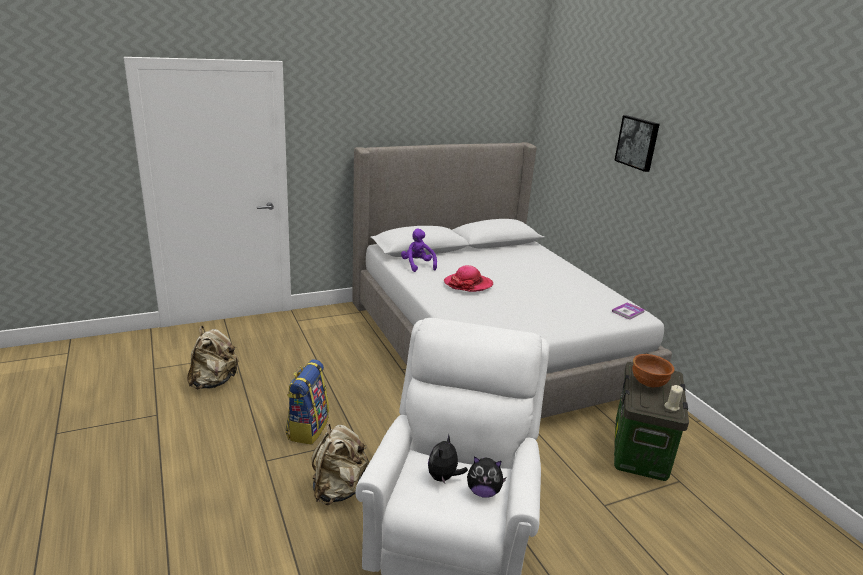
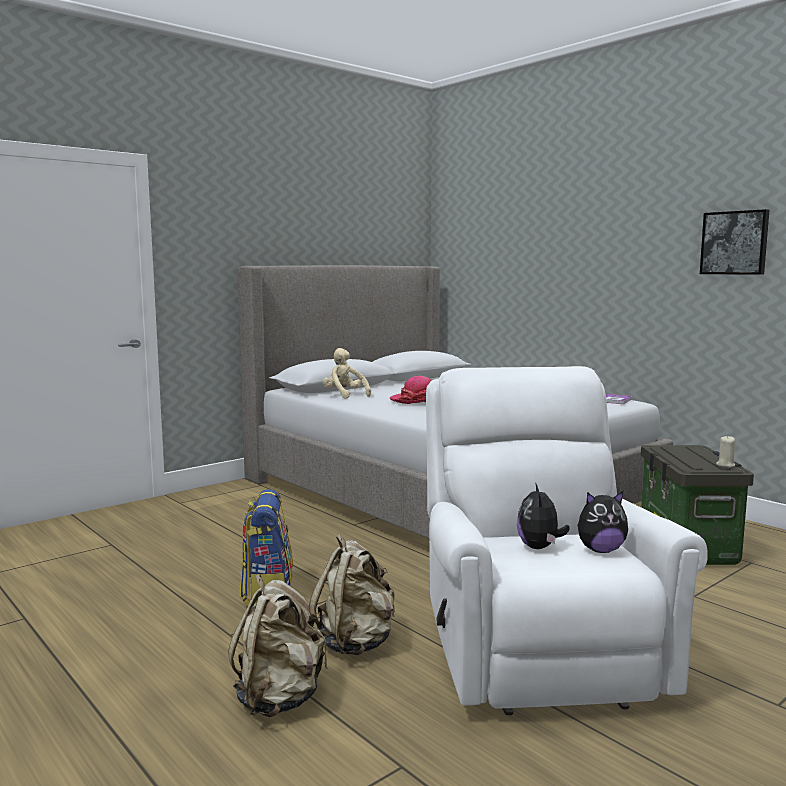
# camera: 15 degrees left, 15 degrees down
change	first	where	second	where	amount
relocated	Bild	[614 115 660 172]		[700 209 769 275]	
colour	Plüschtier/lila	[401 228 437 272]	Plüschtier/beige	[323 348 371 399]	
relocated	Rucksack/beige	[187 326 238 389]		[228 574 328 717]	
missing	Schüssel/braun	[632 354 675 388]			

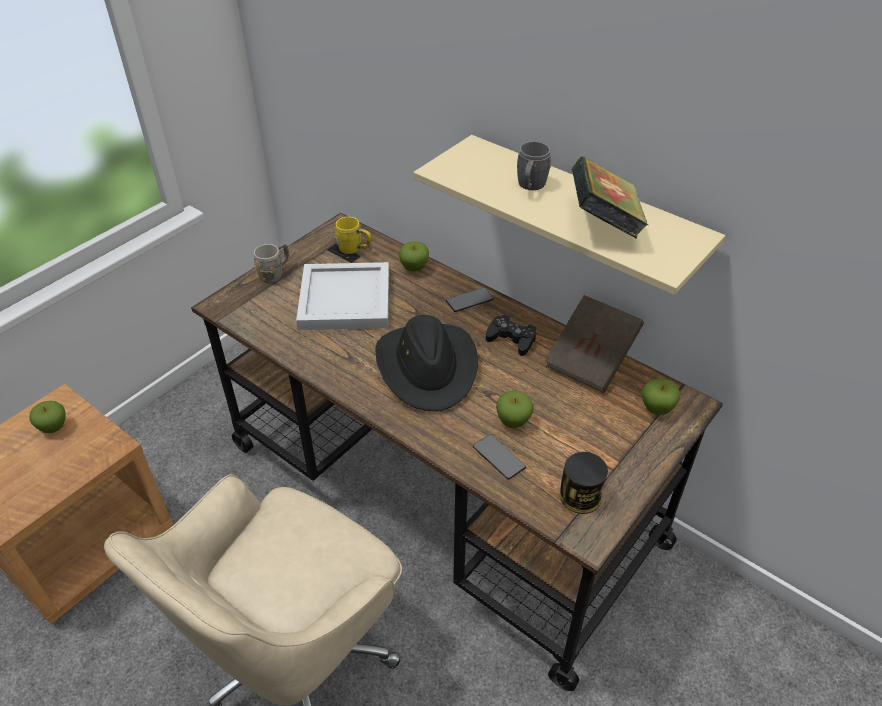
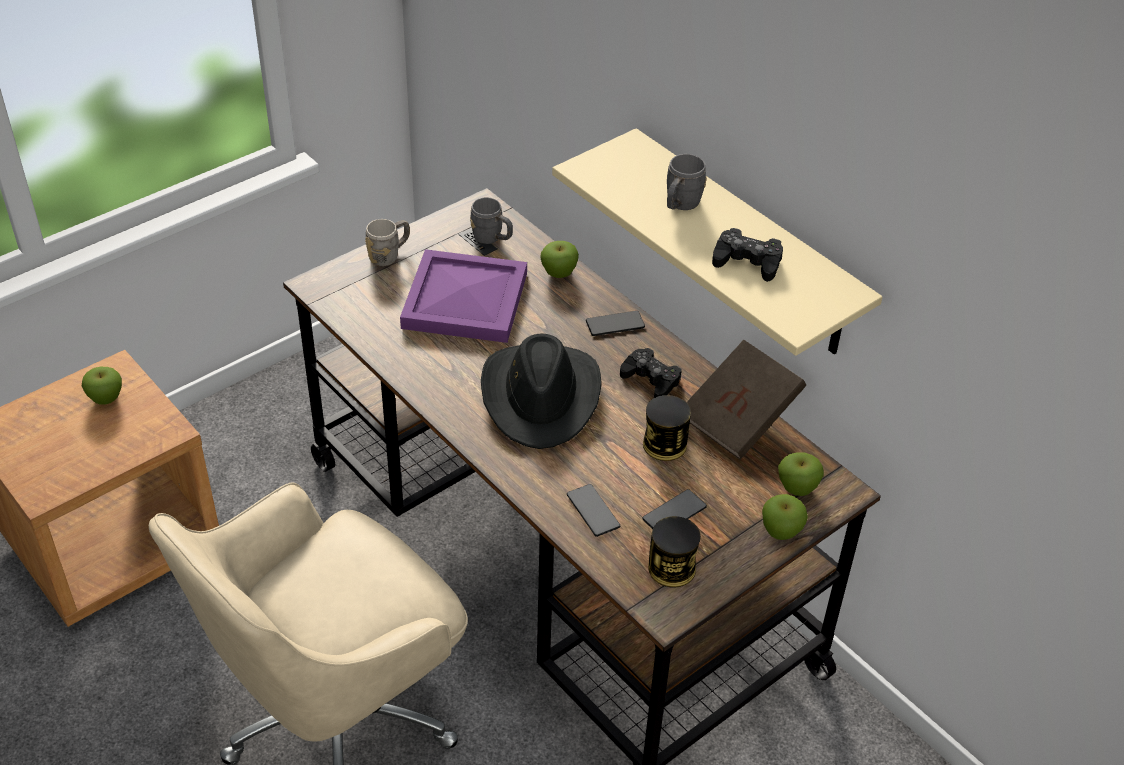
# camera: 10 degrees right, 0 degrees up
change	first	where	second	where	amount
exchanged	Buch	[572 156 648 239]	Gamepad/schwarz	[712 228 783 282]	
colour	Henkelbecher/gelb	[335 217 372 254]	Henkelbecher/grau	[470 197 513 244]	
colour	Tablett/weiß	[296 262 389 330]	Tablett/lila	[400 249 527 343]	
relocated	Apfel	[496 390 534 428]		[762 494 808 540]	
appeared			Dose	[643 395 691 461]	
appeared			Handy	[642 489 707 529]	

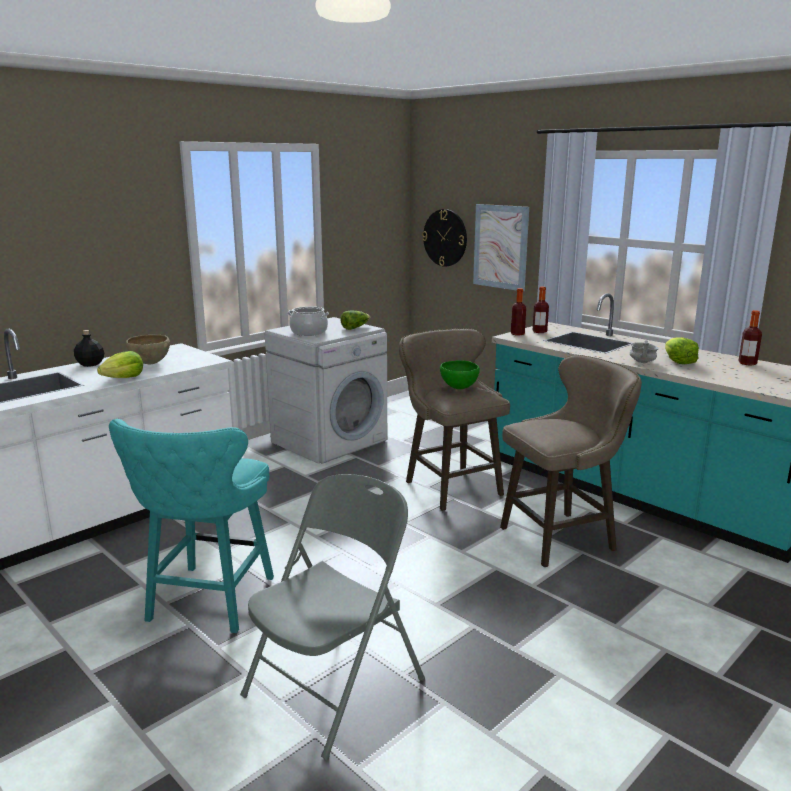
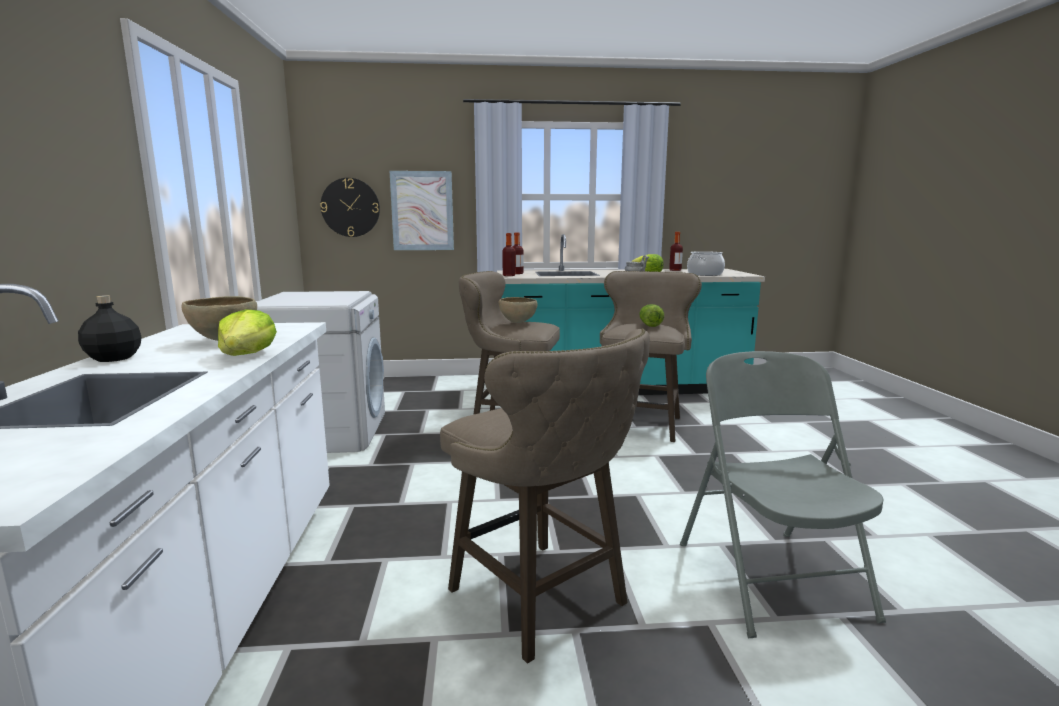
# camera: 50 degrees left, 5 degrees down
change	first	where	second	where	amount
relocated	Kochtopf	[288 306 329 336]		[687 251 725 276]	
relocated	Salatkopf	[340 311 370 330]		[640 304 664 327]	
colour	Schüssel/grün	[440 360 480 389]	Schüssel/braun	[499 297 537 323]	
colour	Hocker/türkis	[109 419 274 633]	Hocker/beige	[440 329 650 664]	

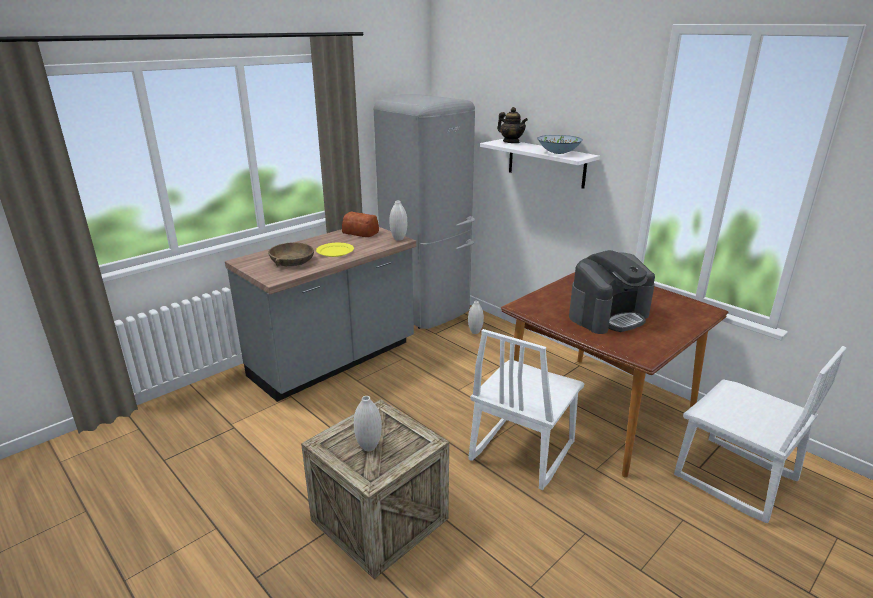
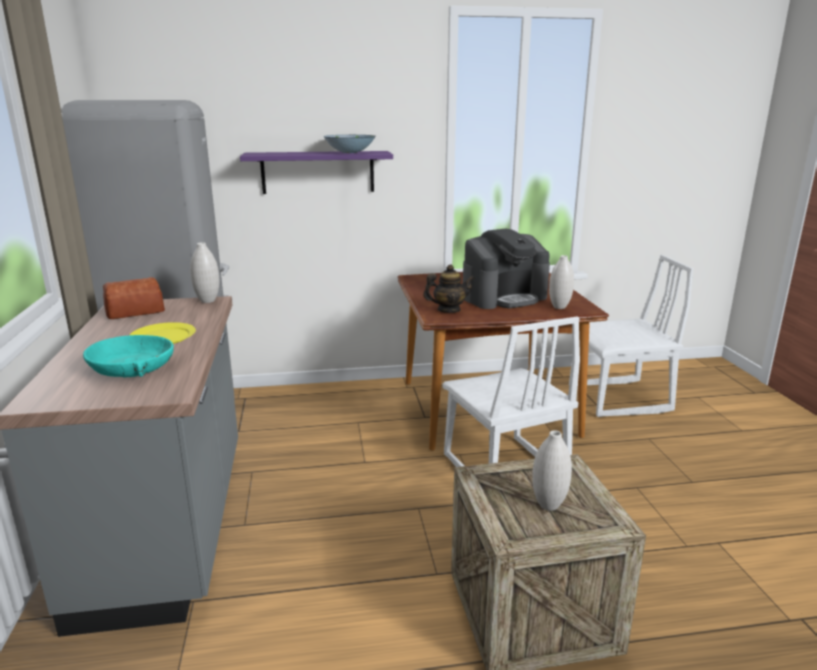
# camera: 55 degrees left, 5 degrees down
change	first	where	second	where	amount
relocated	Teekanne	[497 107 528 143]		[423 264 475 313]	
colour	Wandregal/weiß	[480 139 600 189]	Wandregal/lila	[240 151 393 194]	
colour	Schüssel/braun	[268 242 314 266]	Schüssel/türkis	[83 335 174 377]	
spun	Kaffeemaschine	[569 250 655 334]		[463 229 550 309]	60 degrees clockwise
relocated	Vase/weiß	[468 301 484 334]		[549 255 574 309]	

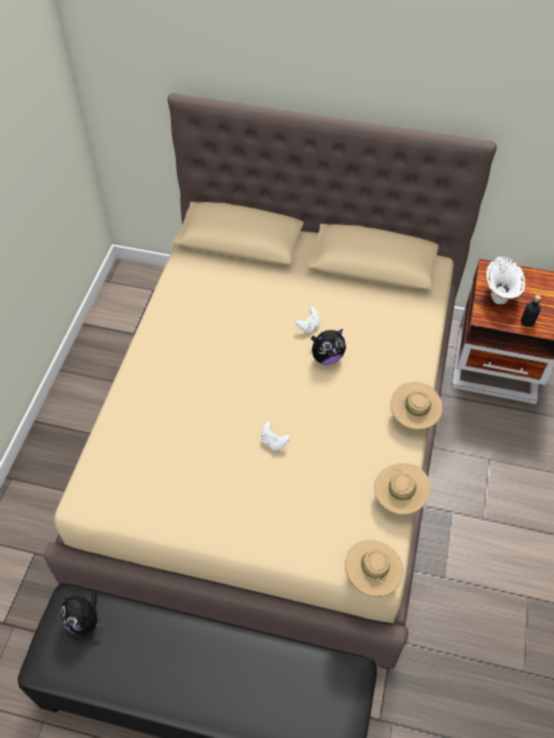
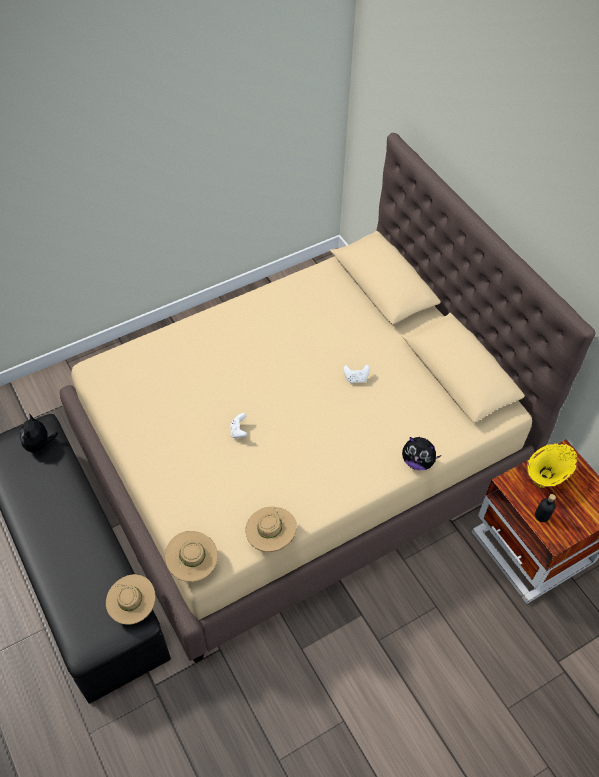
# camera: 45 degrees right, 0 degrees up
change	first	where	second	where	amount
colour	Vase/weiß	[486 257 525 304]	Vase/gelb	[527 443 577 488]	
relocated	Plüschtier	[311 329 346 365]		[402 437 441 470]	
relocated	Hut/beige	[391 382 443 430]		[106 574 156 625]	

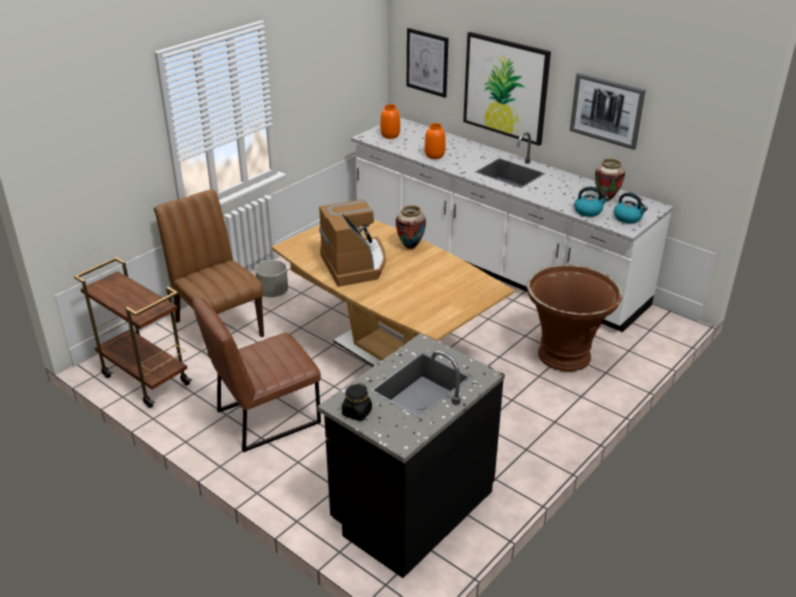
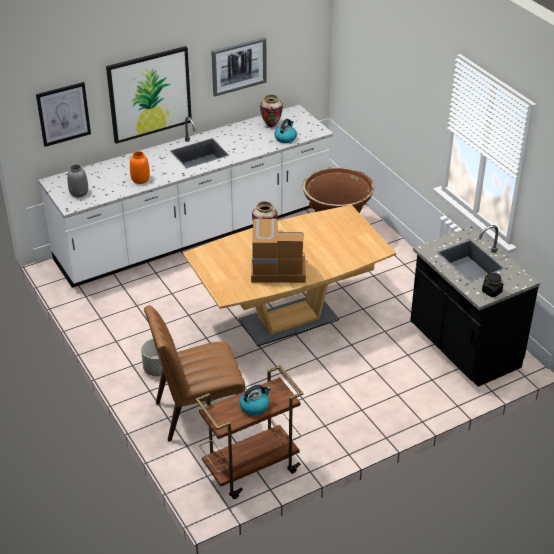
# camera: 70 degrees left, 5 degrees up
change	first	where	second	where	amount
colour	Vase/orange	[380 104 400 139]	Vase/grau	[67 164 88 198]	
relocated	Wasserkessel	[614 192 648 223]		[239 385 271 415]	
missing	Stuhl/braun	[192 297 321 452]			

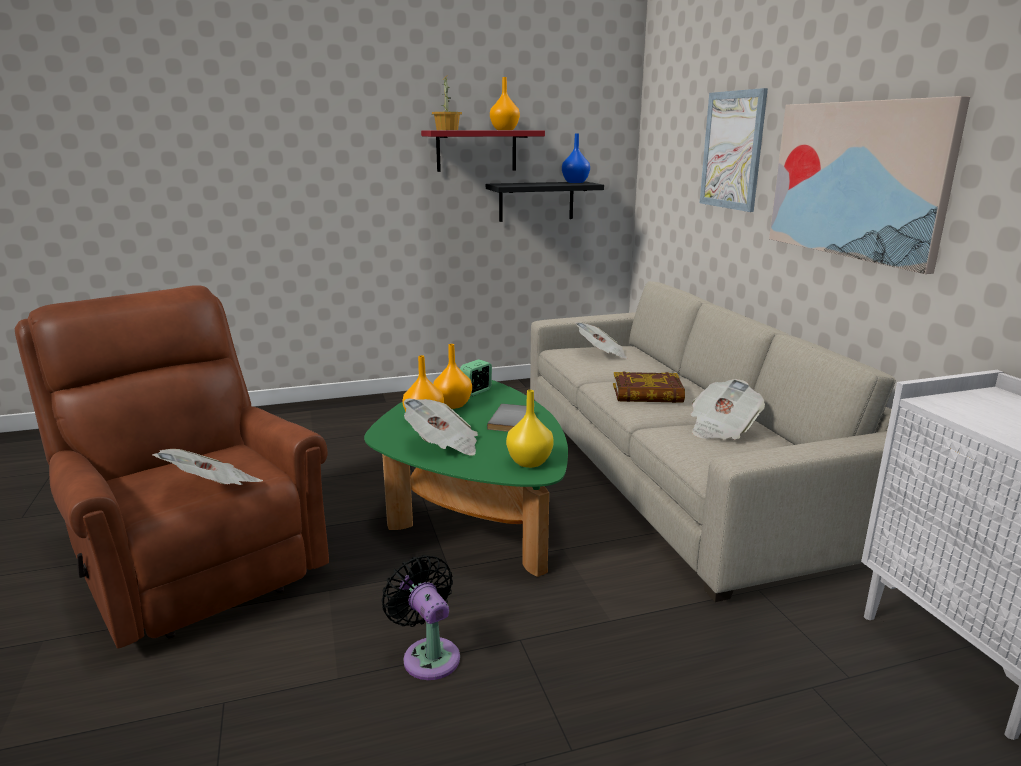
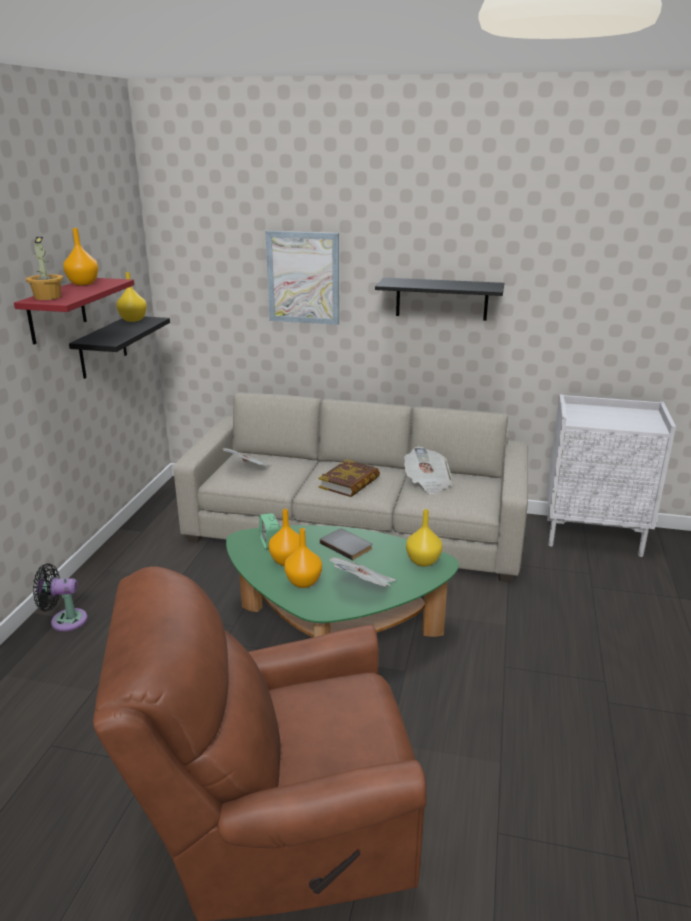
# camera: 60 degrees left, 5 degrees up
change	first	where	second	where	amount
exchanged	Bild	[769 96 970 274]	Wandregal/schwarz	[375 278 504 321]	
colour	Vase/blau	[562 133 590 183]	Vase/gelb	[117 272 147 322]	
missing	Zeitung	[152 449 263 485]			
relocated	Ventilator/schwarz	[382 555 460 680]		[33 563 88 631]	

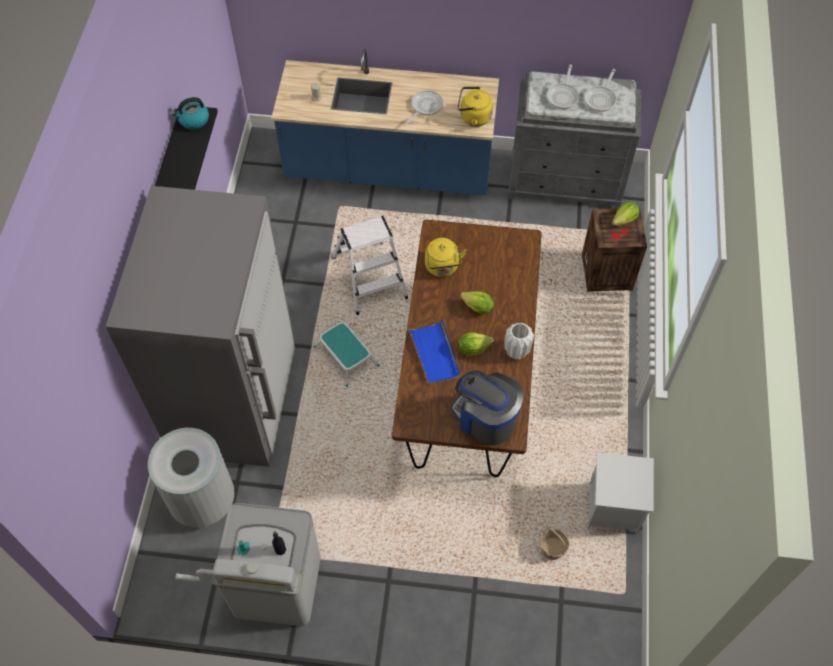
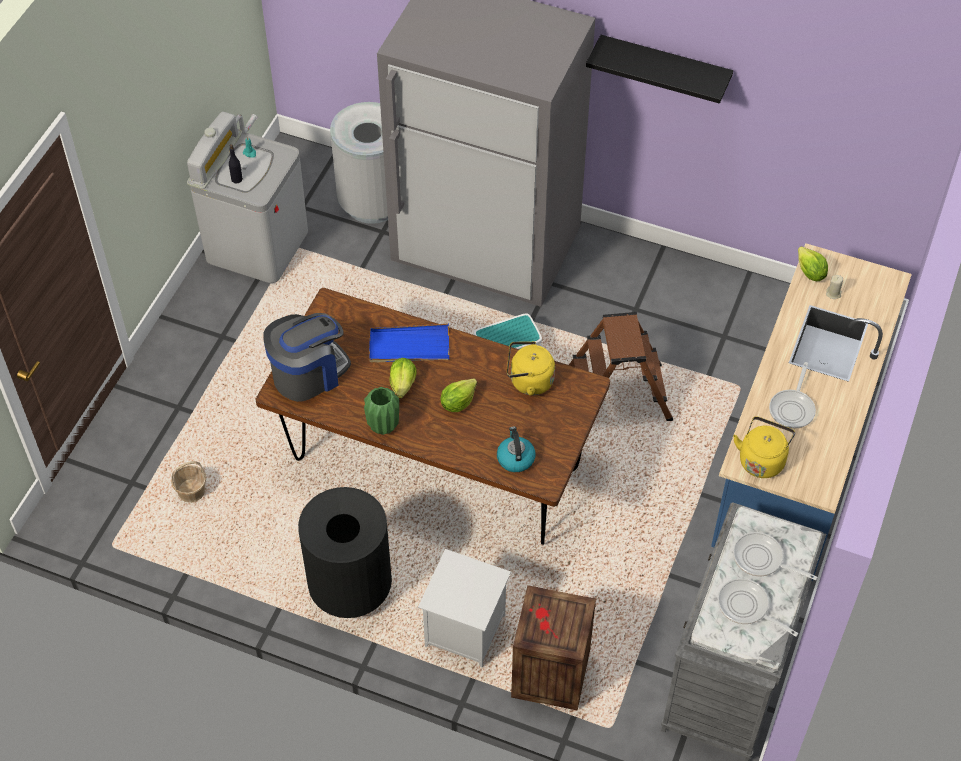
# camera: 105 degrees right, 5 degrees down
change	first	where	second	where	amount
spun	Pfanne	[404 90 444 126]		[769 362 816 429]	60 degrees clockwise
relocated	Wasserkessel	[171 97 209 129]		[497 426 536 472]	
relocated	Salatkopf	[612 202 639 226]		[798 246 828 281]	
colour	Trittleiter/weiß	[332 216 408 315]	Trittleiter/braun	[569 312 673 421]	
colour	Vase/weiß	[505 323 534 359]	Vase/grün	[364 387 399 435]	
relocated	Nachttisch/grau	[588 452 654 534]		[418 549 511 667]	
appeared			Mülleimer/schwarz	[298 487 392 618]	

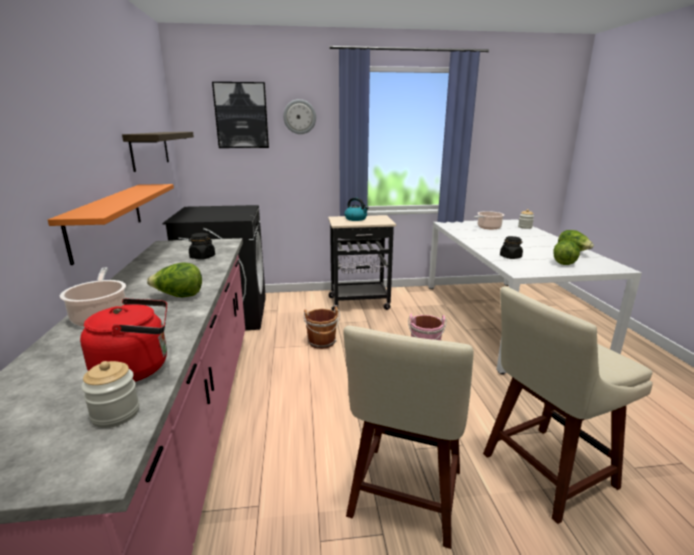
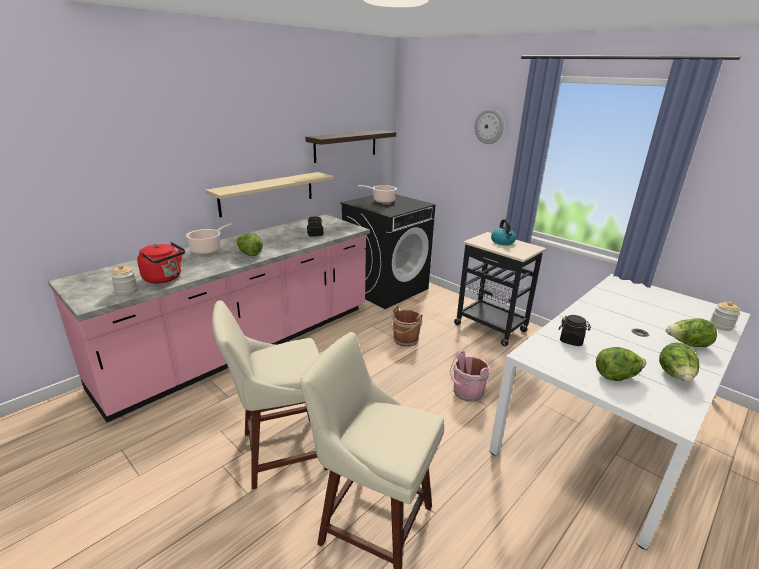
# camera: 50 degrees right, 5 degrees up
change	first	where	second	where	amount
missing	Bild	[212 82 269 148]			
colour	Wandregal/orange	[48 184 174 265]	Wandregal/beige	[205 172 334 217]	
relocated	Kochtopf	[474 211 504 229]		[358 185 397 203]	
appeared			Salatkopf	[666 318 717 347]	

